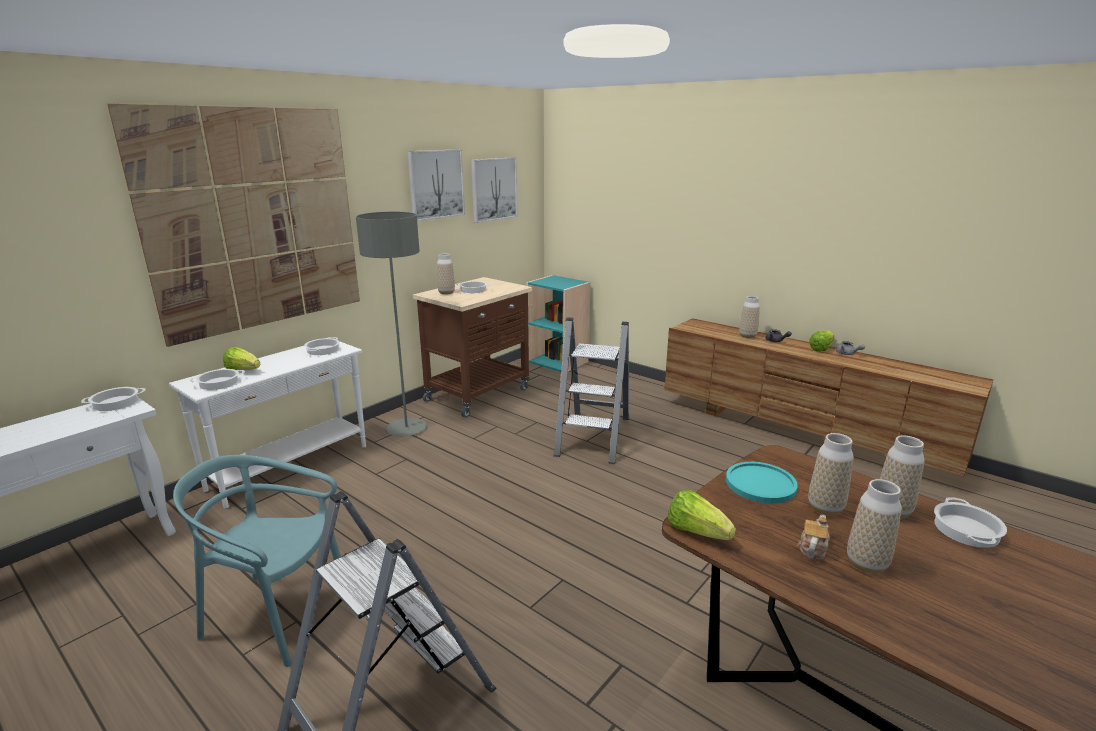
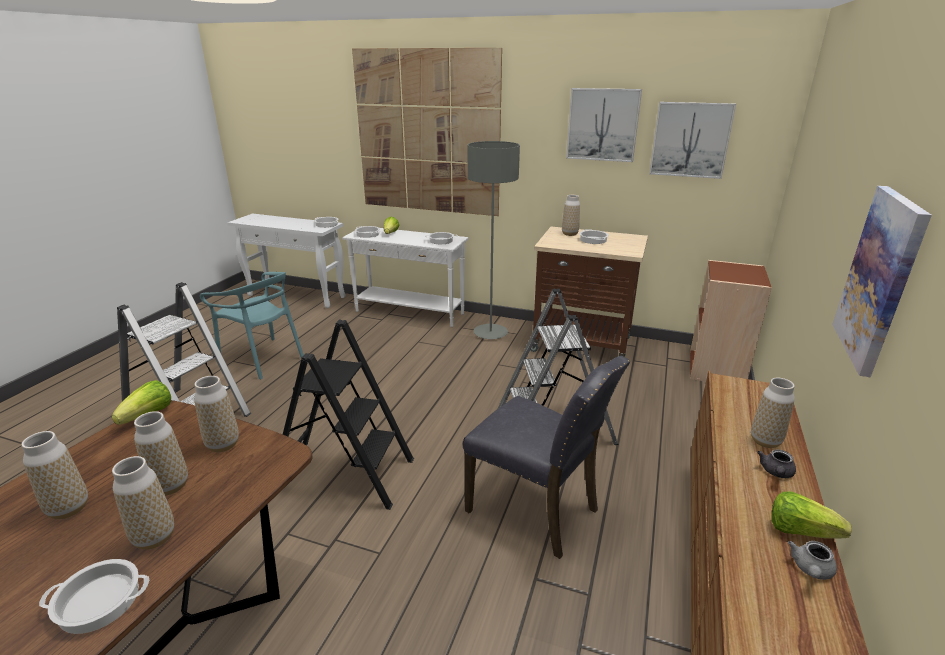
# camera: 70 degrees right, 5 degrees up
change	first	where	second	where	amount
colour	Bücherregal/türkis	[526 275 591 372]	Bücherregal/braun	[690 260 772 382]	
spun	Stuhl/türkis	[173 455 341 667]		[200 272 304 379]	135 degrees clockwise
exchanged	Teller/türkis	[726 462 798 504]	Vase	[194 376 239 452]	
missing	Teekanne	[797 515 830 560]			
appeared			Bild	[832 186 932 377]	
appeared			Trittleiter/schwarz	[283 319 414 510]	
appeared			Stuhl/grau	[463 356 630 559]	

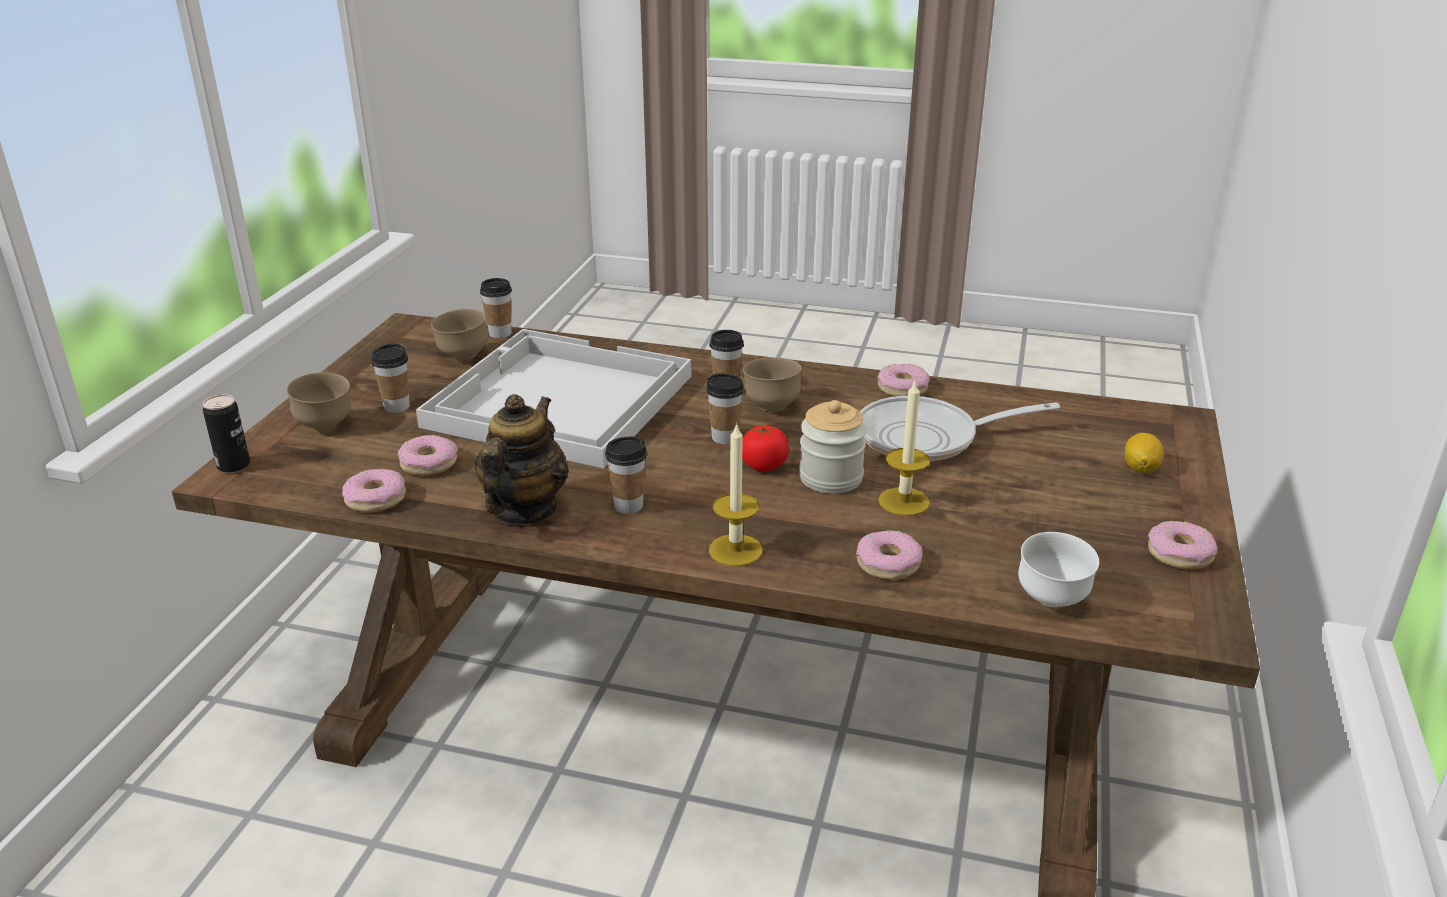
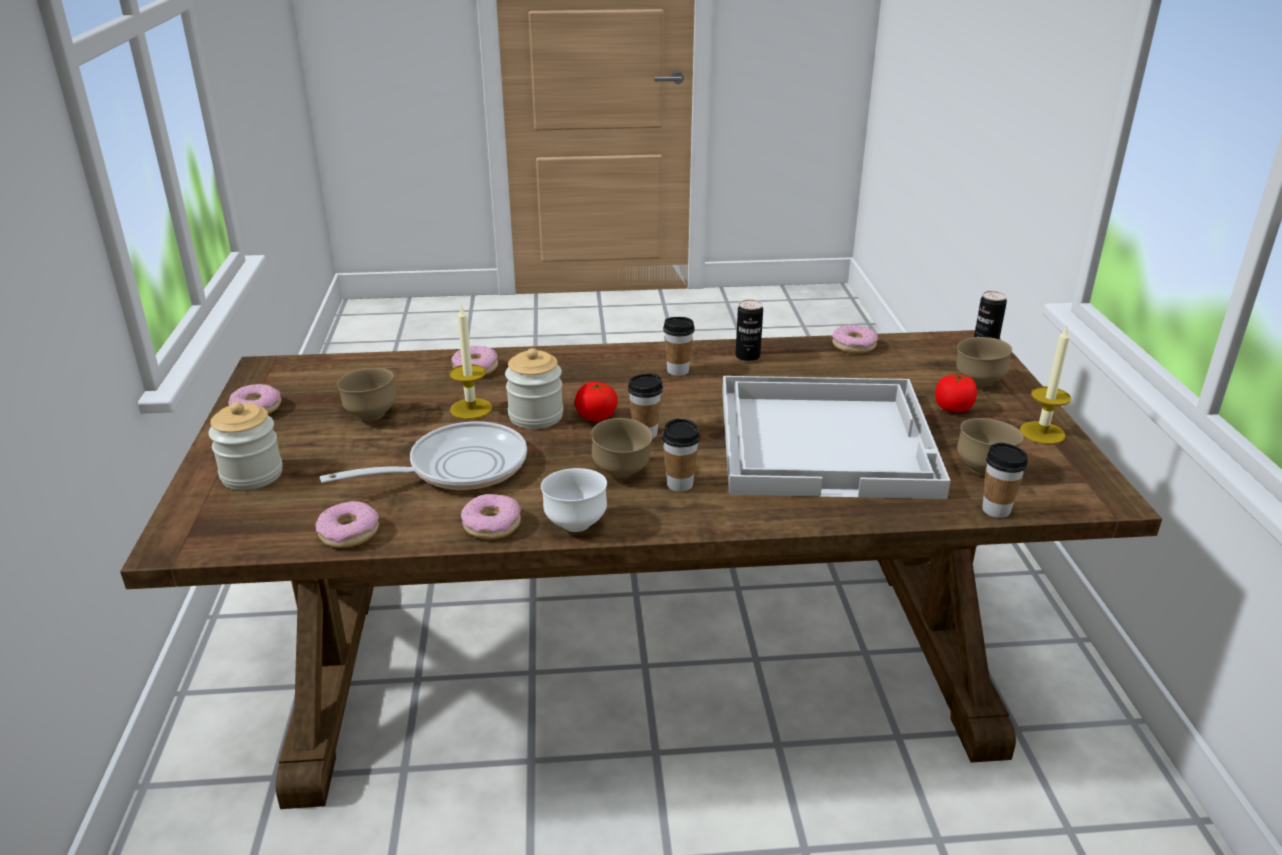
# camera: 160 degrees right, 0 degrees up
change	first	where	second	where	amount
exchanged	Tasse	[371 344 410 413]	Tomate	[935 373 977 413]	
exchanged	Teekanne	[474 394 569 525]	Dose	[735 299 763 362]	
relocated	Kerze	[709 422 763 566]		[1020 327 1071 444]	
exchanged	Zitrone	[1125 433 1163 473]	Vorratsglas	[208 402 283 490]	
relocated	Donut	[398 435 458 476]		[315 501 379 548]	
relocated	Schüssel/weiß	[1018 532 1099 607]		[541 468 607 532]	
appeared			Schüssel/braun	[337 368 396 421]	

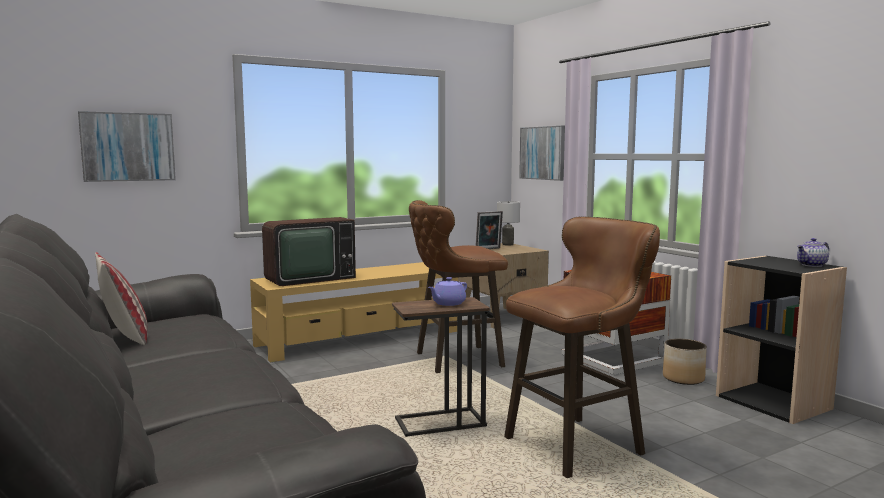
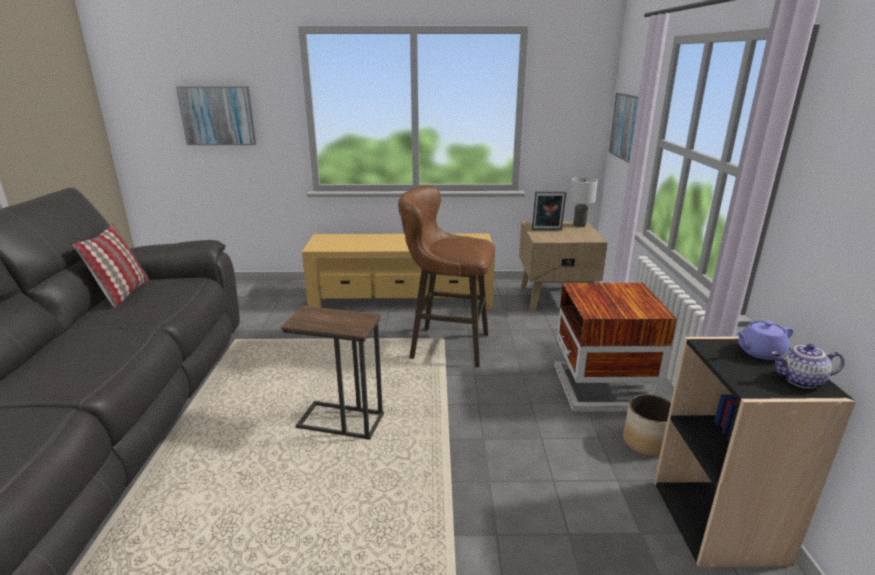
# camera: 30 degrees right, 15 degrees up
change	first	where	second	where	amount
missing	Hocker/braun	[504 216 660 478]			
missing	Fernseher	[262 217 356 286]			
relocated	Teekanne/lila	[428 277 467 306]		[736 321 793 360]	

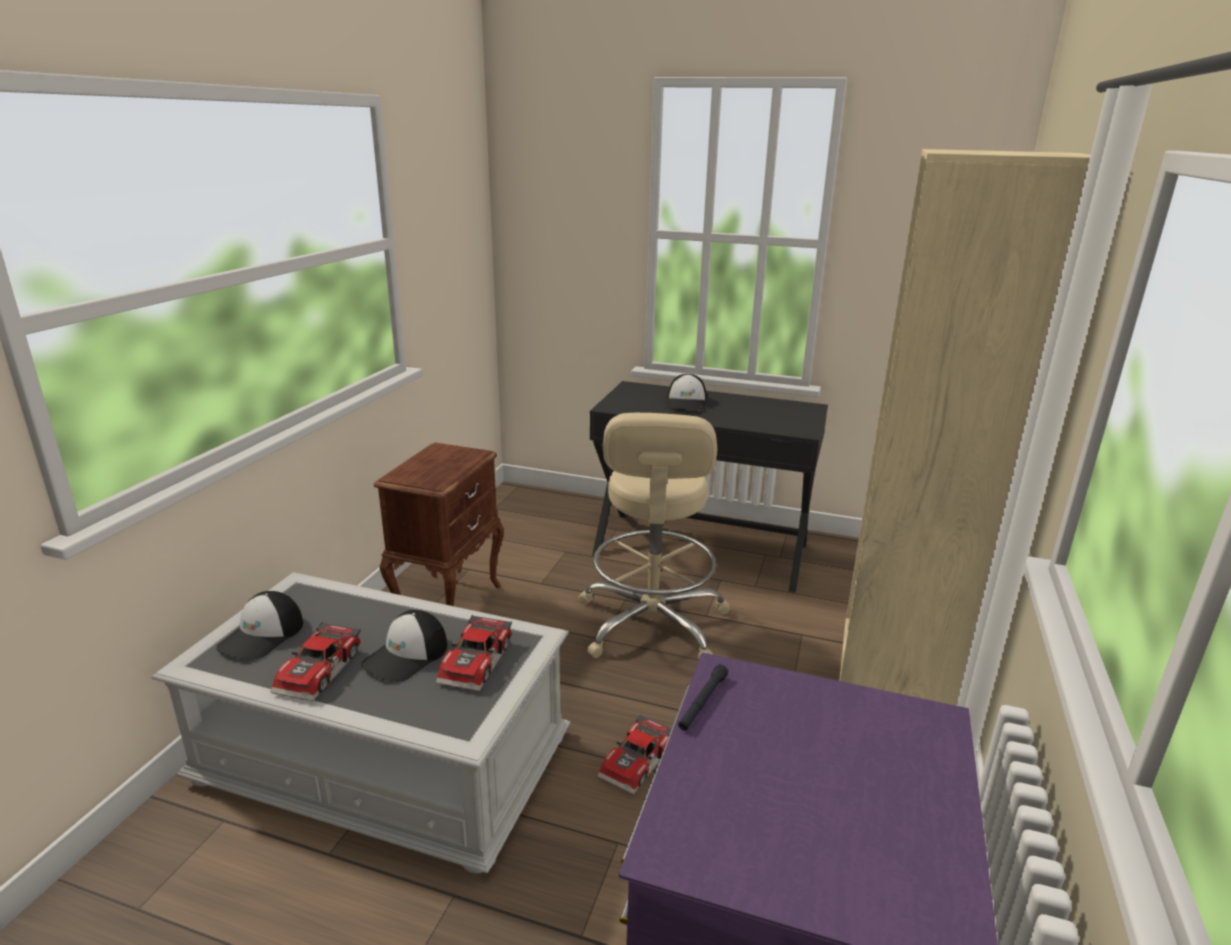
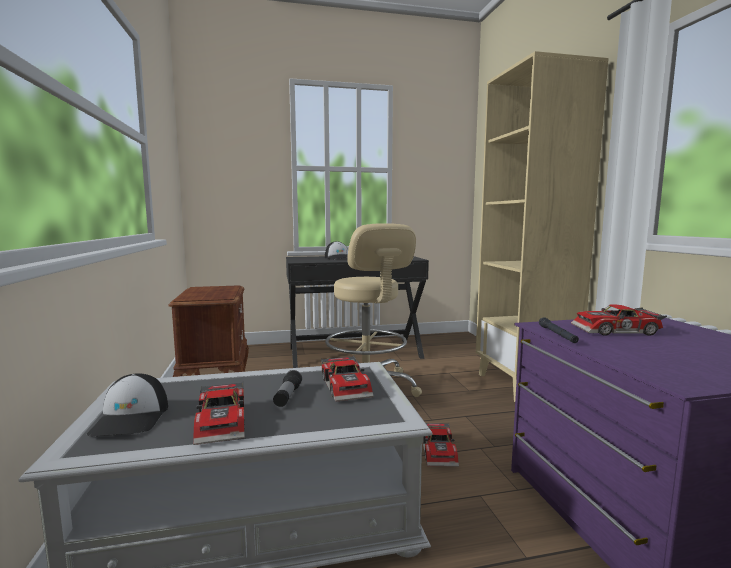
# camera: 30 degrees left, 15 degrees down
change	first	where	second	where	amount
exchanged	Kappe	[361 610 447 682]	Taschenlampe	[273 370 302 407]	
appeared			Spielzeugauto	[571 305 667 336]	

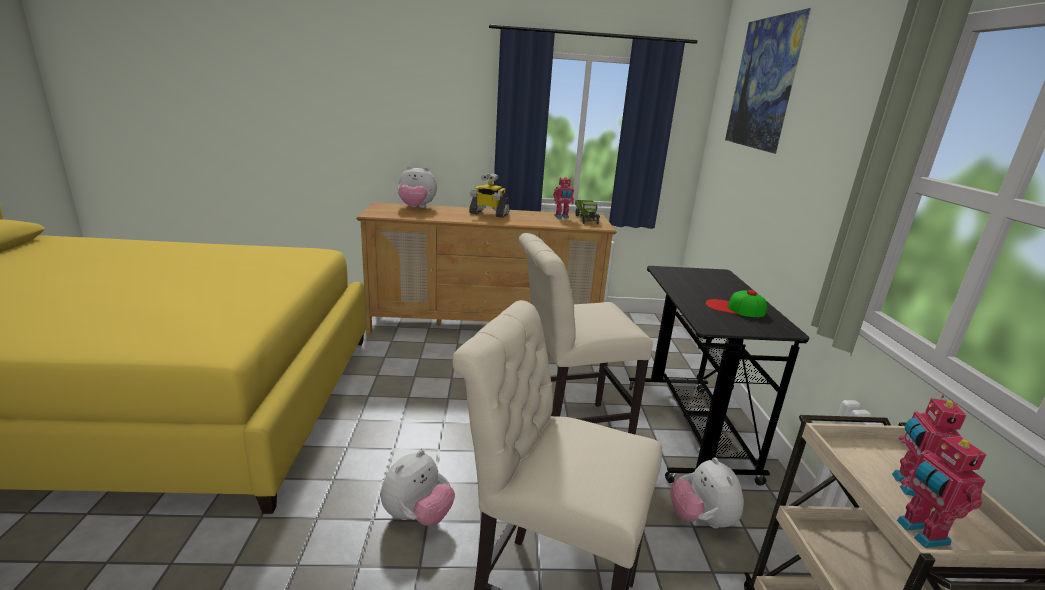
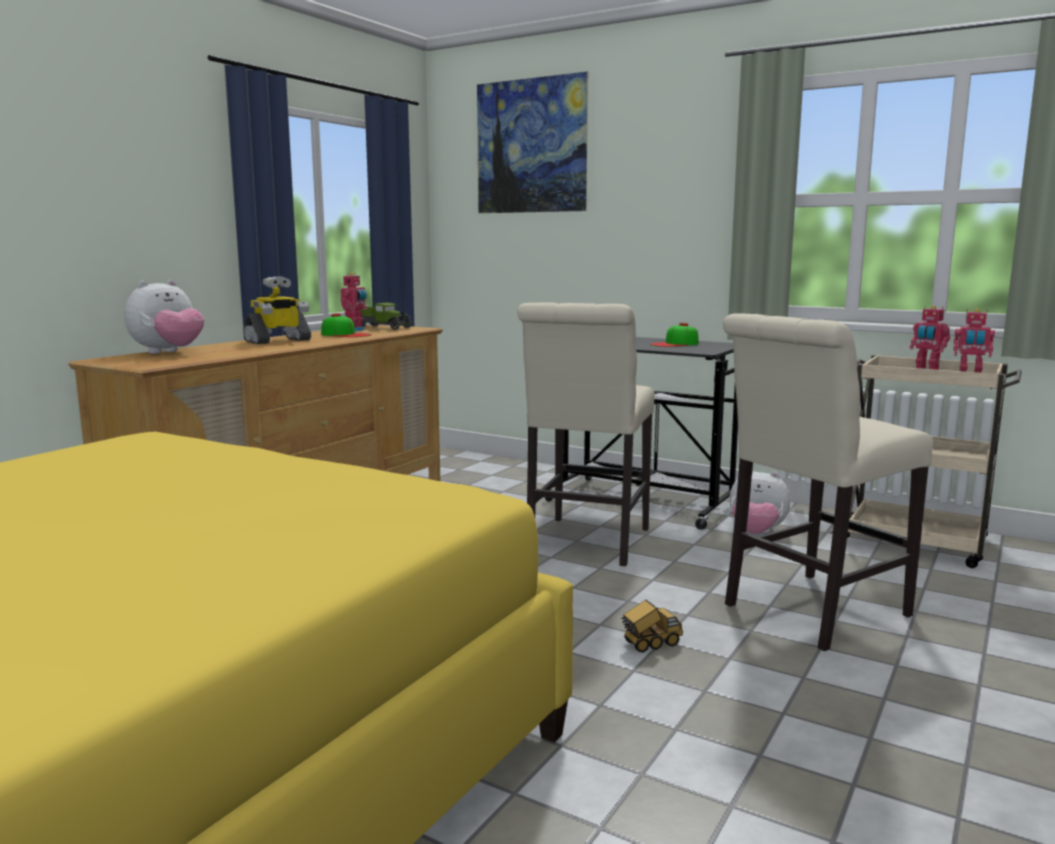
# camera: 55 degrees left, 10 degrees down
change	first	where	second	where	amount
exchanged	Plüschtier	[381 450 455 526]	Spielzeuglaster	[621 600 683 653]	
appeared			Kappe	[321 313 372 337]	

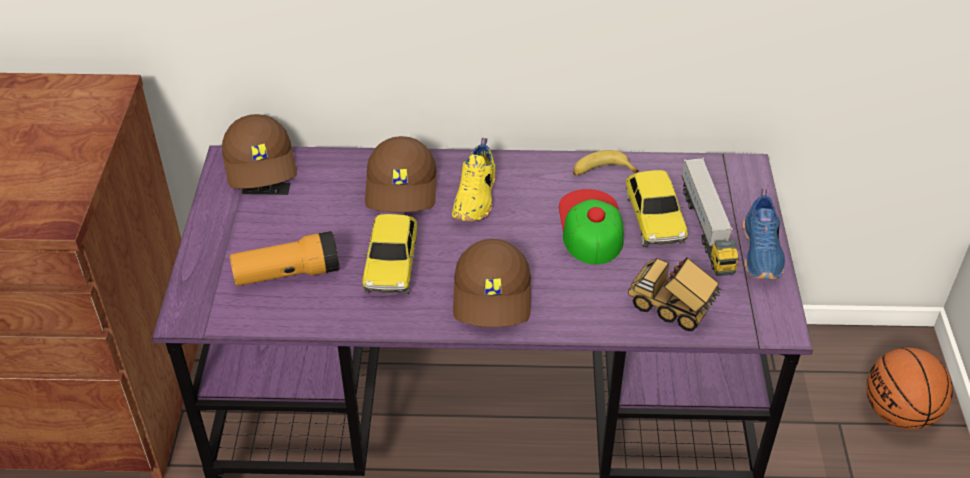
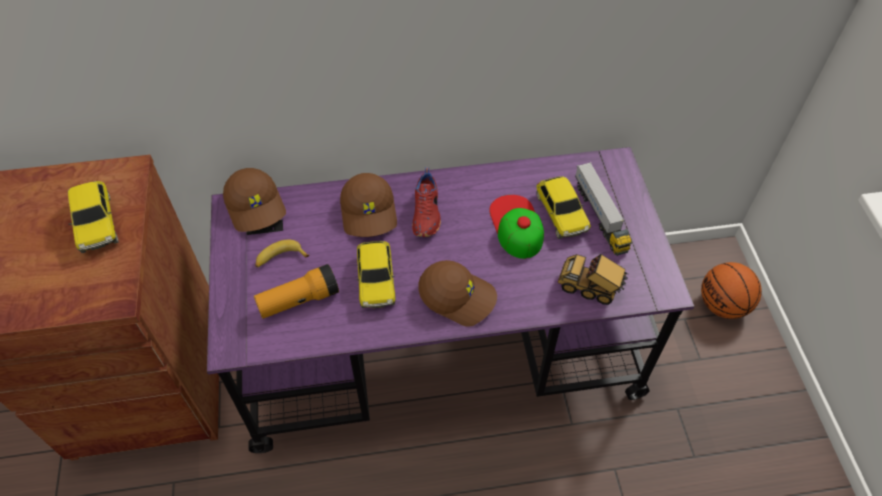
# camera: 10 degrees left, 10 degrees up
change	first	where	second	where	amount
colour	Schuh/gelb	[452 138 496 221]	Schuh/rot	[412 167 441 237]	
relocated	Banane	[573 150 639 176]		[255 240 309 267]	
missing	Schuh/blau	[743 189 785 279]			
spun	Kappe/braun	[453 239 531 327]		[418 260 497 327]	60 degrees counterclockwise
appeared			Spielzeugauto	[68 181 118 253]	

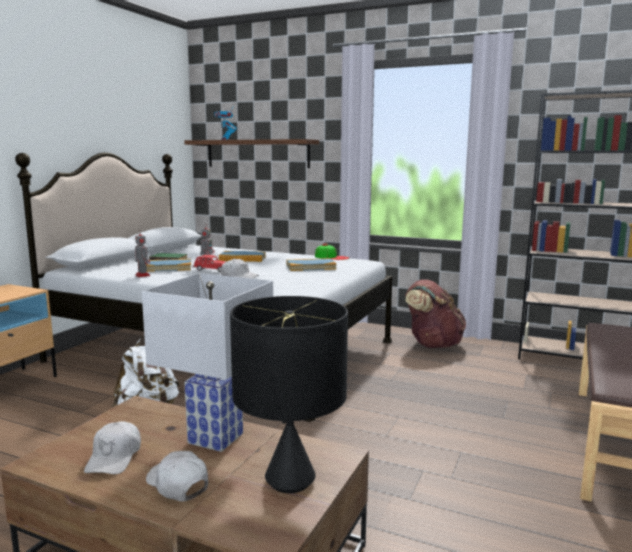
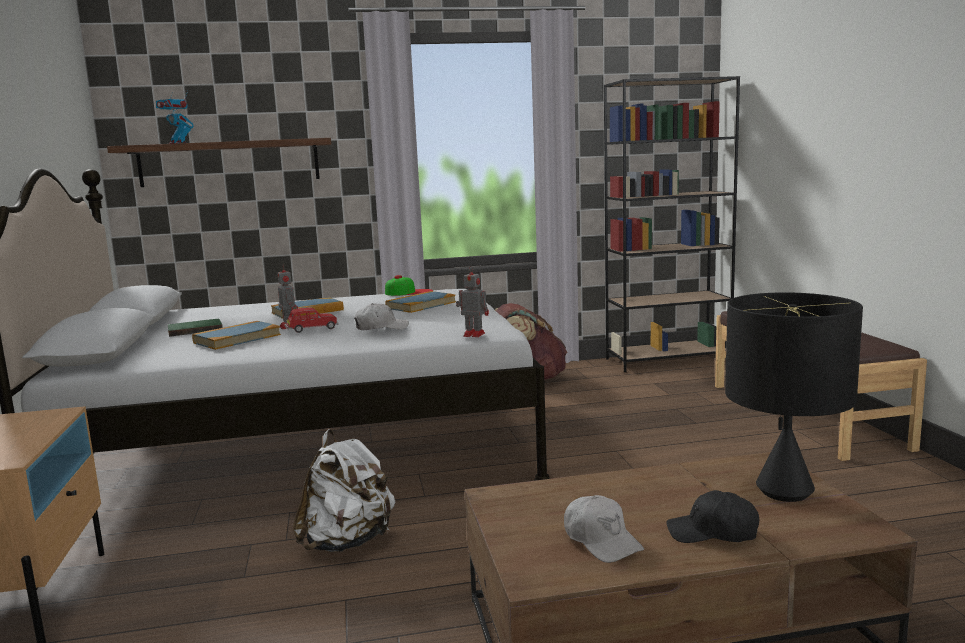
# camera: 35 degrees left, 0 degrees up
change	first	where	second	where	amount
relocated	Spielzeugroboter	[135 232 150 277]		[456 266 489 337]	
missing	Tischlampe/weiß	[142 273 273 452]			
colour	Kappe/weiß	[146 451 208 501]	Kappe/schwarz	[666 490 759 543]	

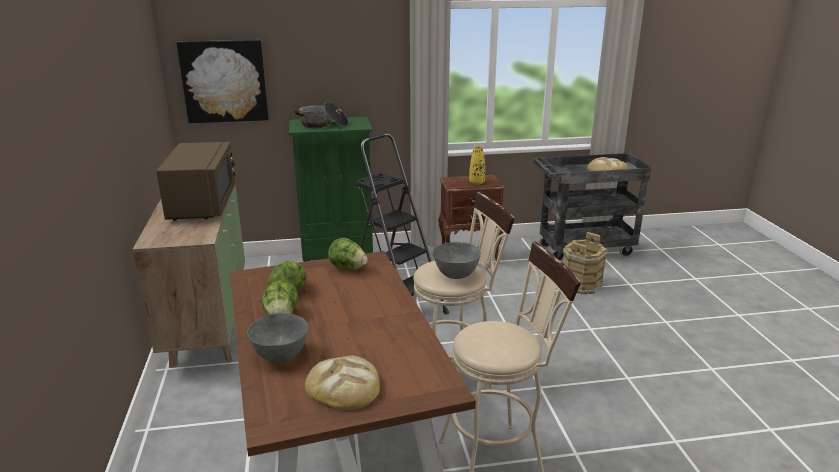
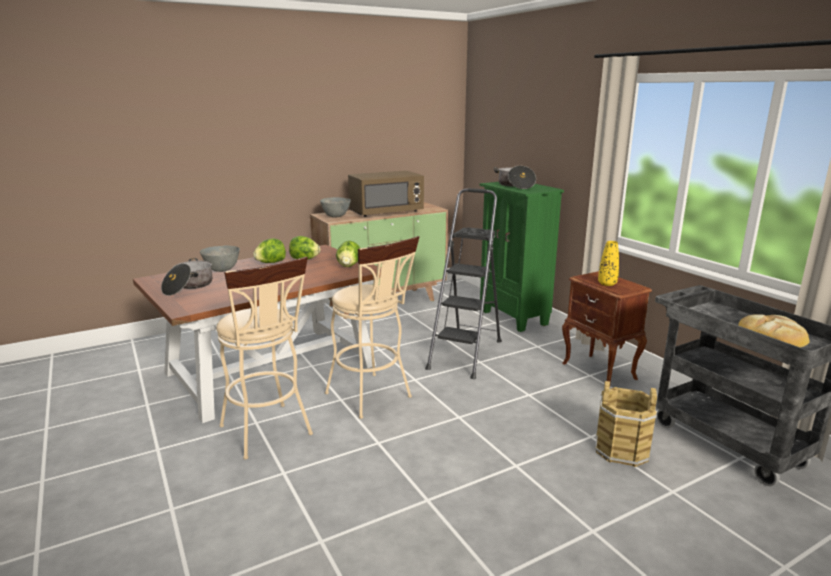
# camera: 70 degrees right, 5 degrees down
change	first	where	second	where	amount
missing	Bild	[177 40 269 123]			
relocated	Schüssel/grau	[433 242 481 279]		[320 197 351 218]	
exchanged	Brot	[305 355 380 410]	Kochtopf	[161 258 212 296]	

